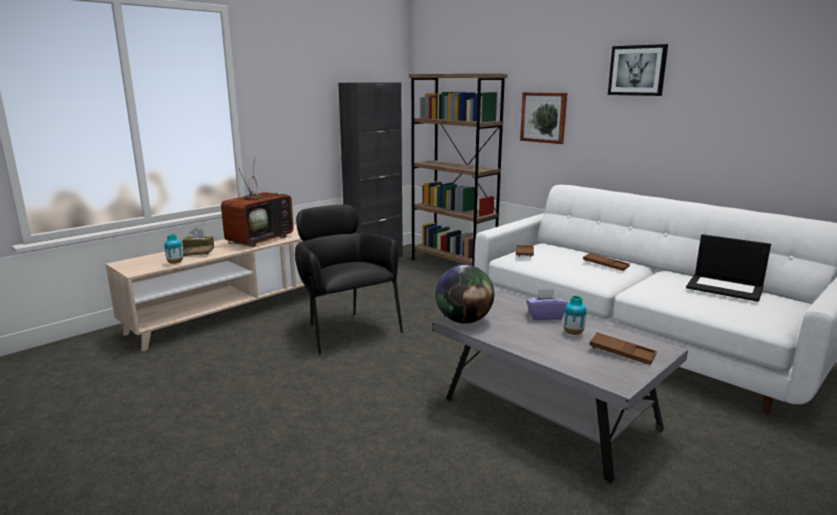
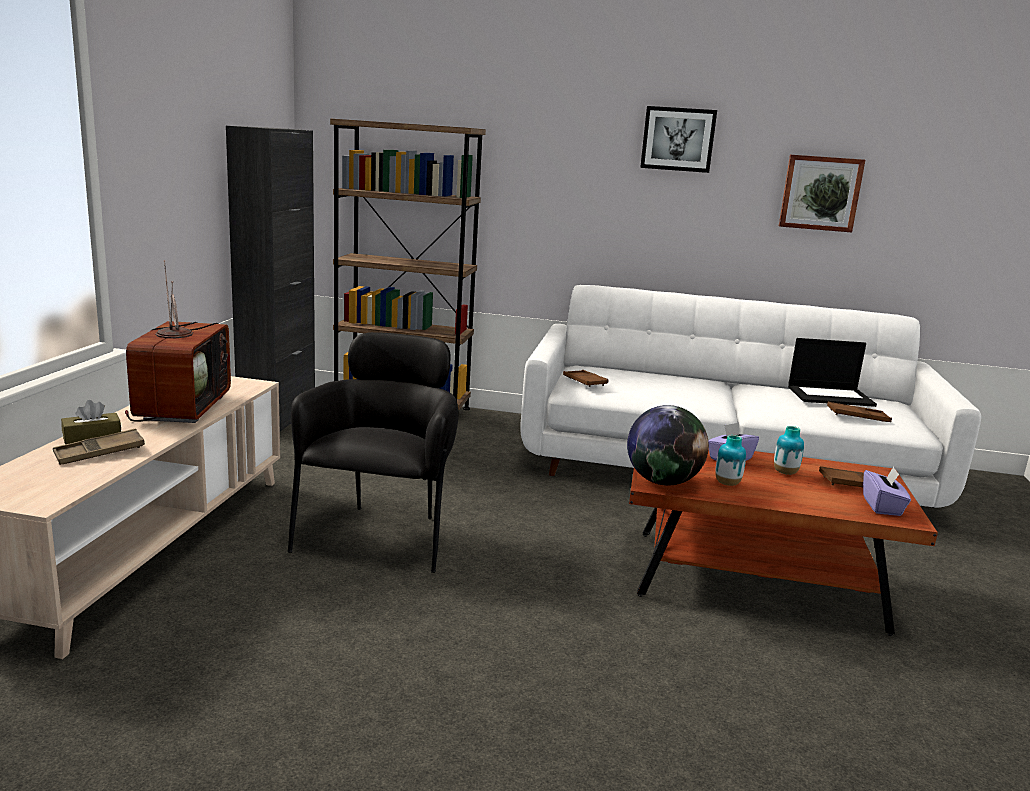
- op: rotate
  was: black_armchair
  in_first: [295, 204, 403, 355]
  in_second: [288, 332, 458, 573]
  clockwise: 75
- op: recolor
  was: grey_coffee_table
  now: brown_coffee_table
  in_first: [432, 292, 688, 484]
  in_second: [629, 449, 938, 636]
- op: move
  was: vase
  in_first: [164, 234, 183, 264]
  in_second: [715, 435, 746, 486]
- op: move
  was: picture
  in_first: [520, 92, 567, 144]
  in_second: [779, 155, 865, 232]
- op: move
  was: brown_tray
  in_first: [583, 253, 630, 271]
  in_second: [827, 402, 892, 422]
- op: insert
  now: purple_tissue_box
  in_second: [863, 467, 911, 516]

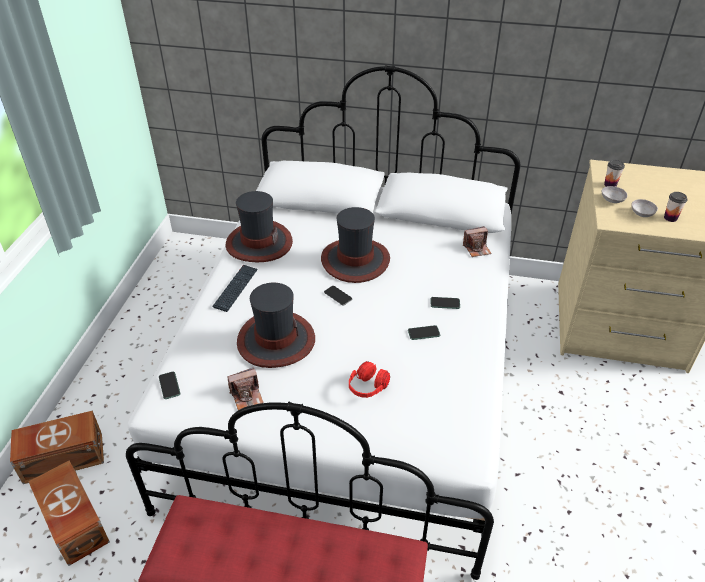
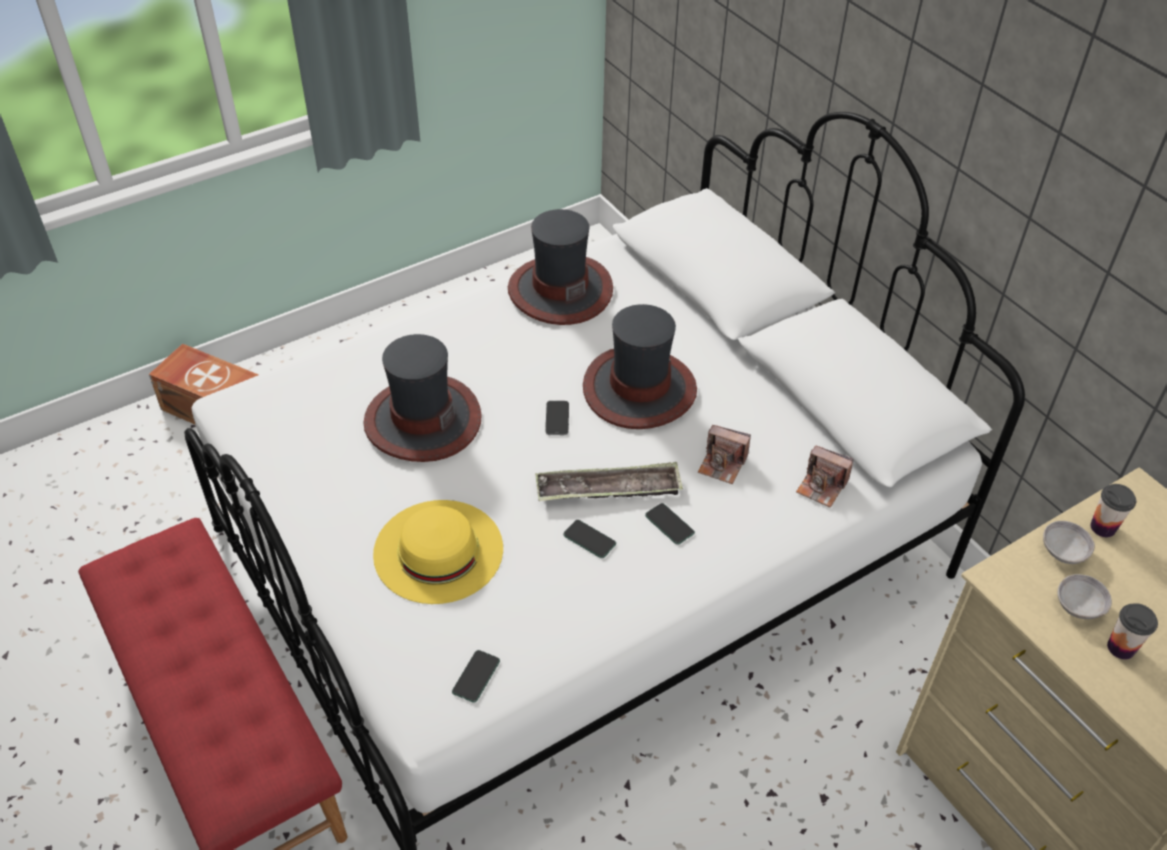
- op: replace
  was: red_headphones
  now: yellow_hat
  in_first: [349, 361, 390, 398]
  in_second: [373, 500, 503, 604]
- op: move
  was: phone
  in_first: [159, 372, 181, 399]
  in_second: [452, 650, 500, 703]
- op: insert
  now: tray
  in_second: [535, 462, 683, 501]
- op: move
  was: photo_camera
  in_first: [227, 367, 264, 410]
  in_second: [698, 425, 751, 484]
- op: delete
  was: brown_storage_box
  in_first: [28, 460, 110, 566]
- op: delete
  was: keyboard
  in_first: [212, 265, 258, 312]

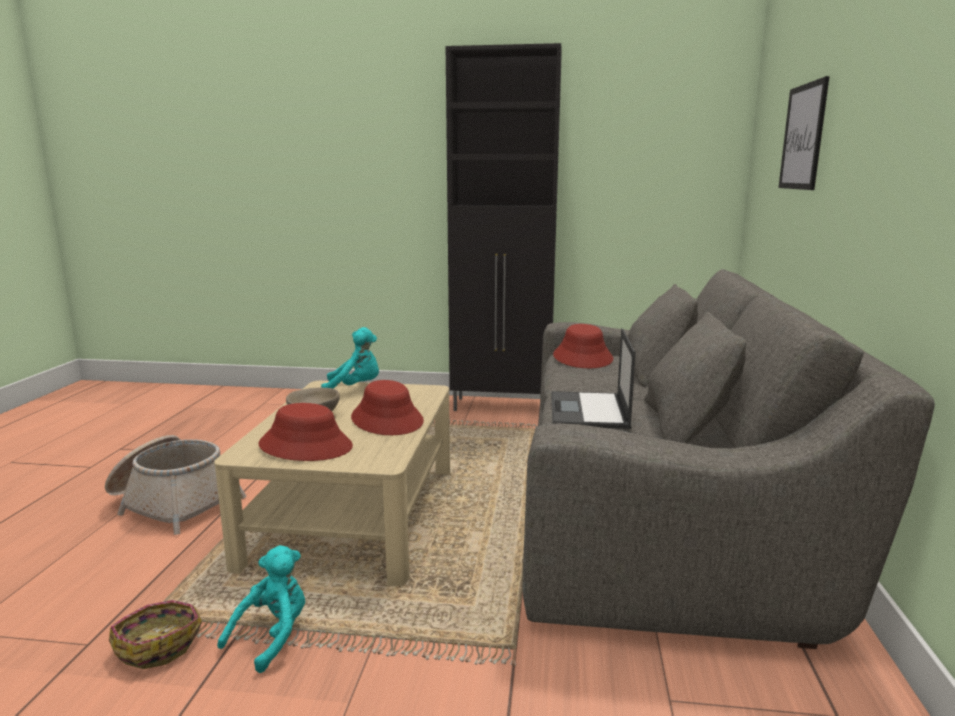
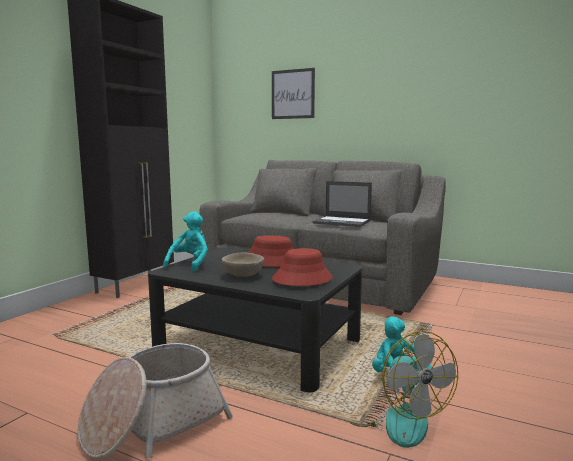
- op: recolor
  was: beige_coffee_table
  now: black_coffee_table
  in_first: [214, 381, 450, 586]
  in_second: [148, 248, 363, 392]
- op: replace
  was: basket
  now: fan
  in_first: [109, 600, 202, 669]
  in_second: [350, 331, 458, 448]
- op: delete
  was: red_hat
  in_first: [553, 324, 613, 368]

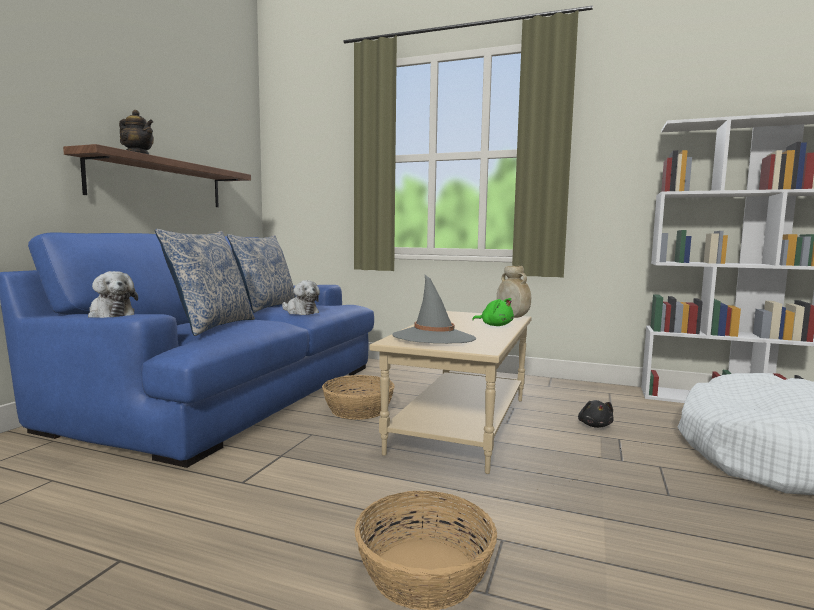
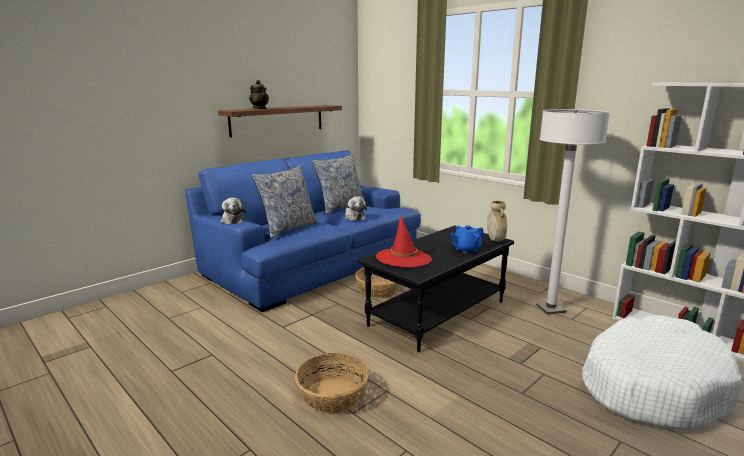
- op: recolor
  was: beige_coffee_table
  now: black_coffee_table
  in_first: [370, 311, 532, 474]
  in_second: [357, 225, 514, 352]
- op: recolor
  was: grey_hat
  now: red_hat
  in_first: [392, 275, 476, 344]
  in_second: [376, 216, 432, 268]
- op: replace
  was: green_plush_toy
  now: blue_teapot
  in_first: [472, 298, 514, 326]
  in_second: [450, 225, 484, 253]
- op: insert
  now: white_floor_lamp
  in_second: [536, 109, 610, 315]
- op: delete
  was: black_plush_toy
  in_first: [578, 400, 614, 428]

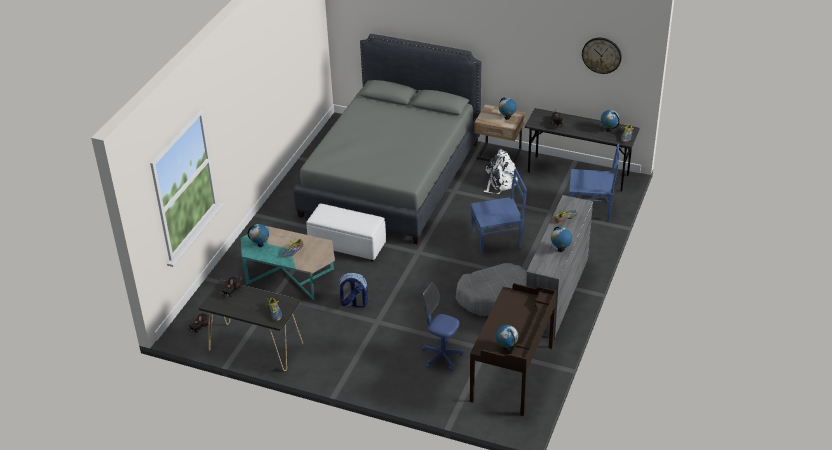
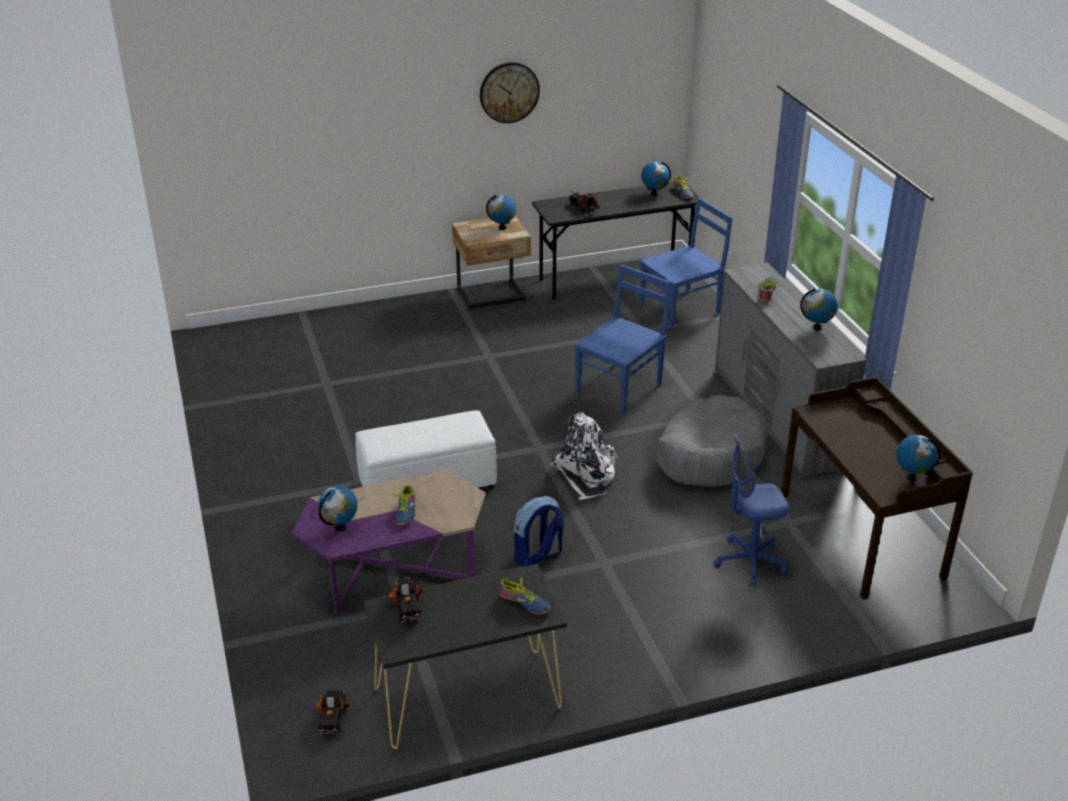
- op: recolor
  was: turquoise_coffee_table
  now: purple_coffee_table
  in_first: [241, 226, 335, 300]
  in_second: [292, 470, 485, 613]
- op: move
  was: wall_clock
  in_first: [582, 38, 622, 74]
  in_second: [480, 62, 540, 123]
- op: move
  was: white_backpack
  in_first: [484, 149, 518, 194]
  in_second: [551, 412, 618, 500]
- op: delete
  was: grey_bed
  in_first: [293, 34, 482, 245]

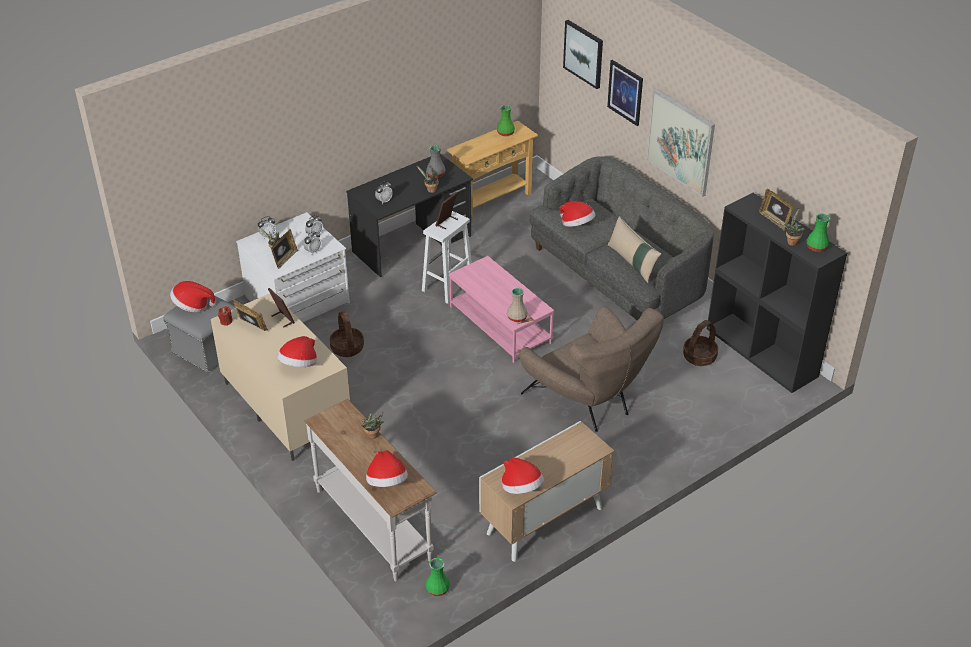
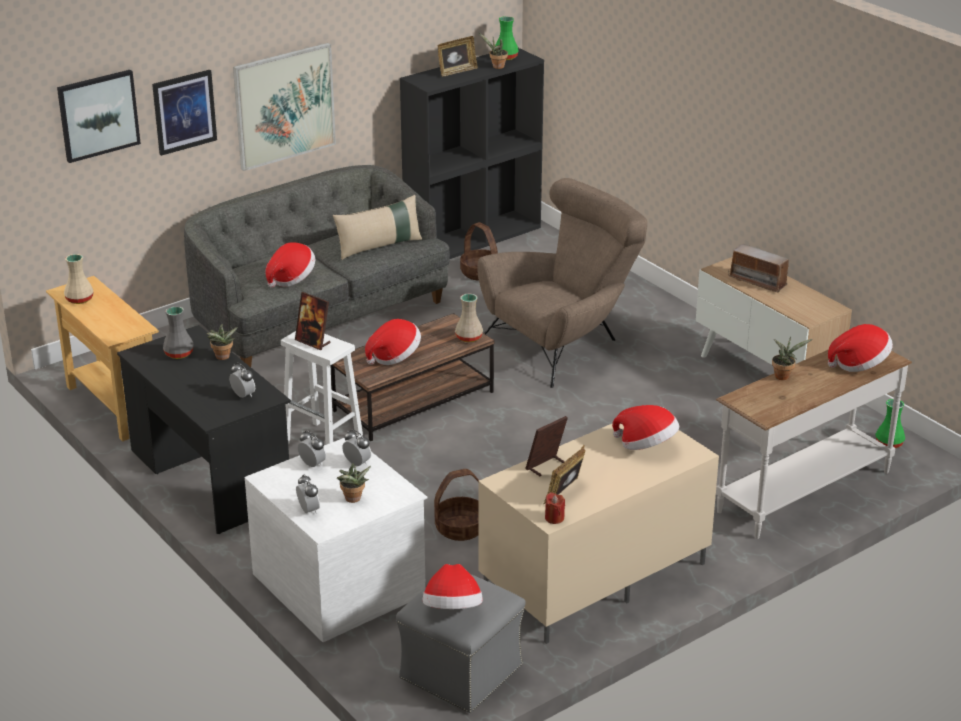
- op: recolor
  was: green_vase
  now: beige_vase
  in_first: [497, 105, 515, 136]
  in_second: [64, 254, 94, 304]
- op: recolor
  was: pink_coffee_table
  now: brown_coffee_table
  in_first: [449, 256, 554, 363]
  in_second: [331, 313, 495, 441]
- op: move
  was: hat
  in_first: [502, 457, 544, 494]
  in_second: [365, 319, 421, 365]
- op: insert
  now: radio
  in_second: [728, 244, 792, 293]
- op: delete
  was: picture_frame
  in_first: [271, 229, 298, 269]

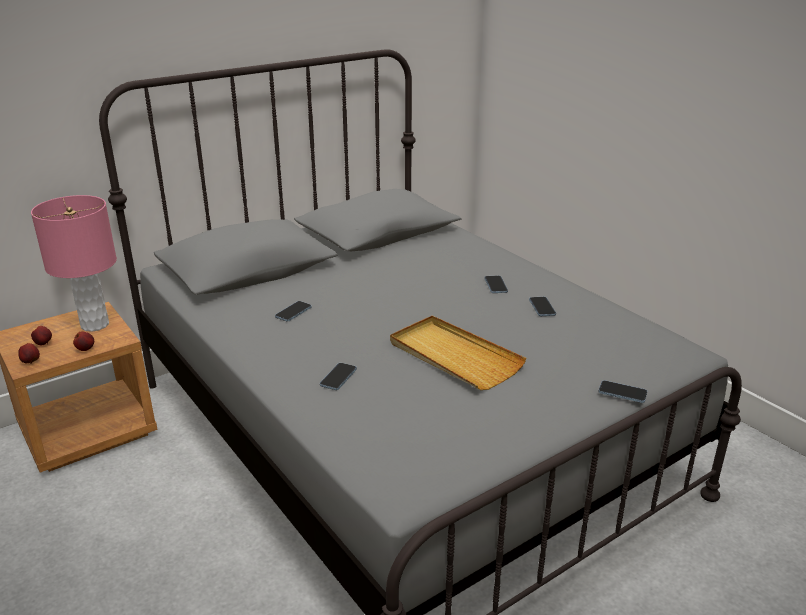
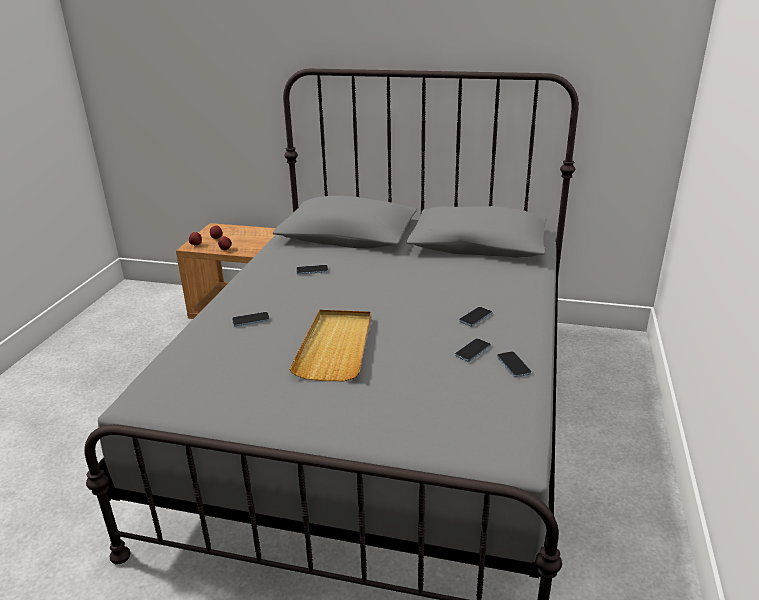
- op: move
  was: phone
  in_first: [599, 380, 647, 403]
  in_second: [497, 351, 532, 377]
- op: delete
  was: pink_table_lamp
  in_first: [31, 195, 117, 332]

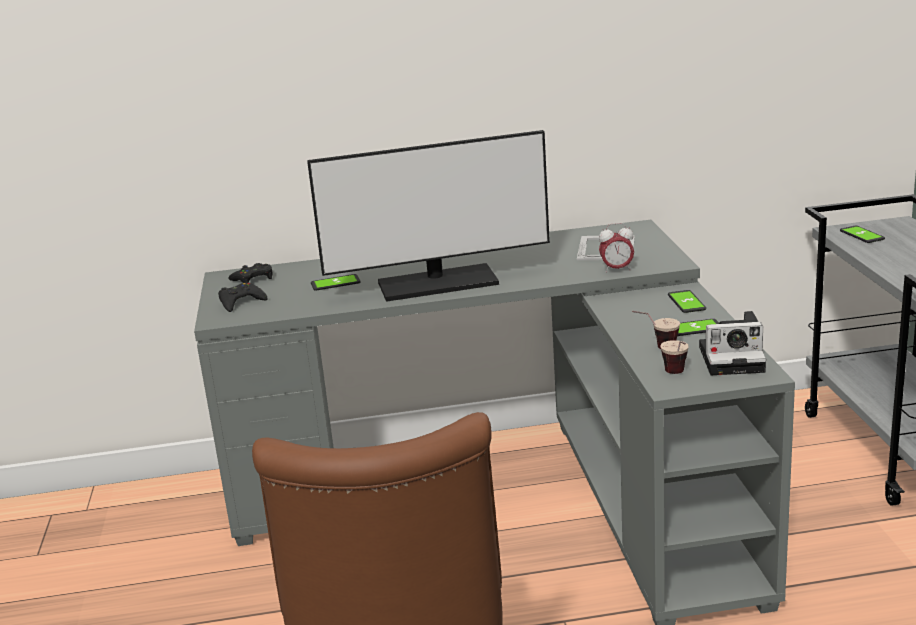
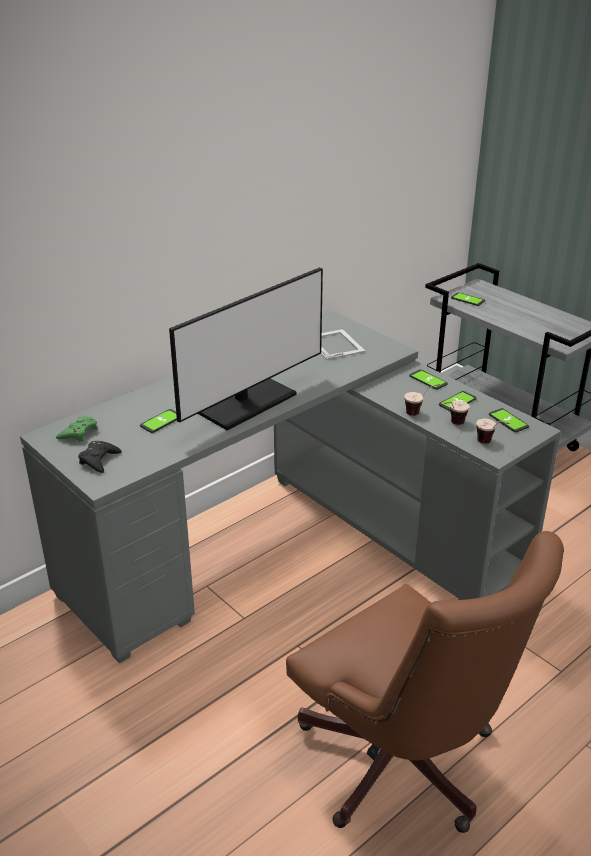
- op: recolor
  was: black_game_controller
  now: green_game_controller
  in_first: [228, 263, 272, 283]
  in_second: [56, 416, 98, 441]
- op: insert
  now: cup
  in_second: [404, 384, 440, 416]
- op: replace
  was: photo_camera
  now: phone
  in_first: [699, 311, 766, 375]
  in_second: [489, 408, 529, 432]
- op: delete
  was: alarm_clock
  in_first: [599, 223, 634, 273]

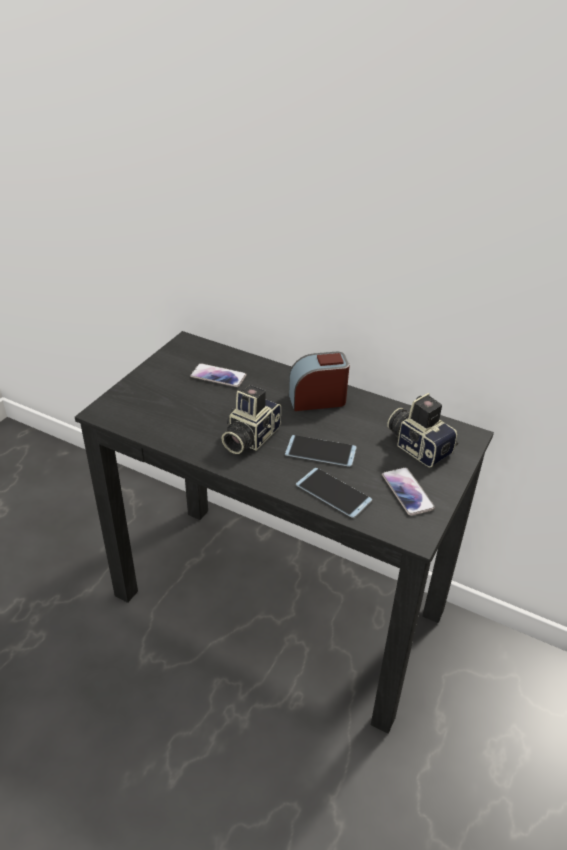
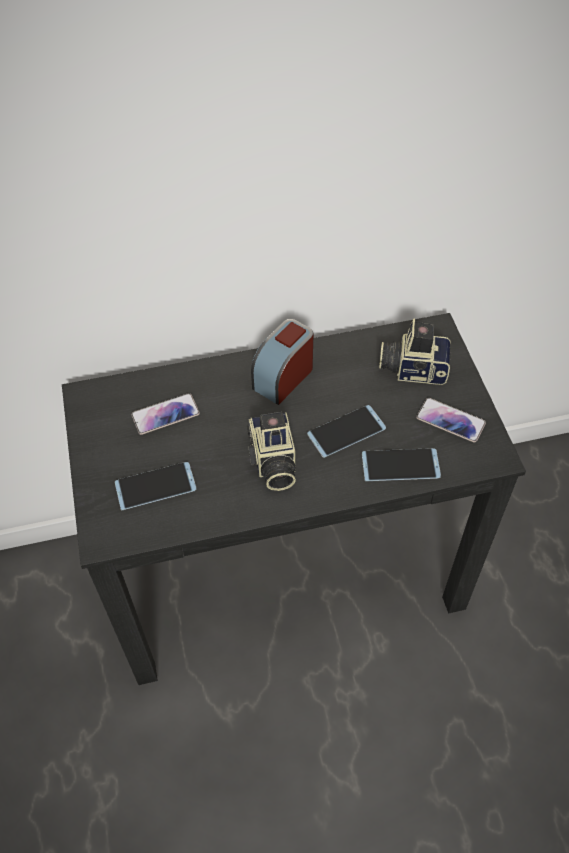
- op: insert
  now: phone
  in_second: [115, 462, 196, 511]

